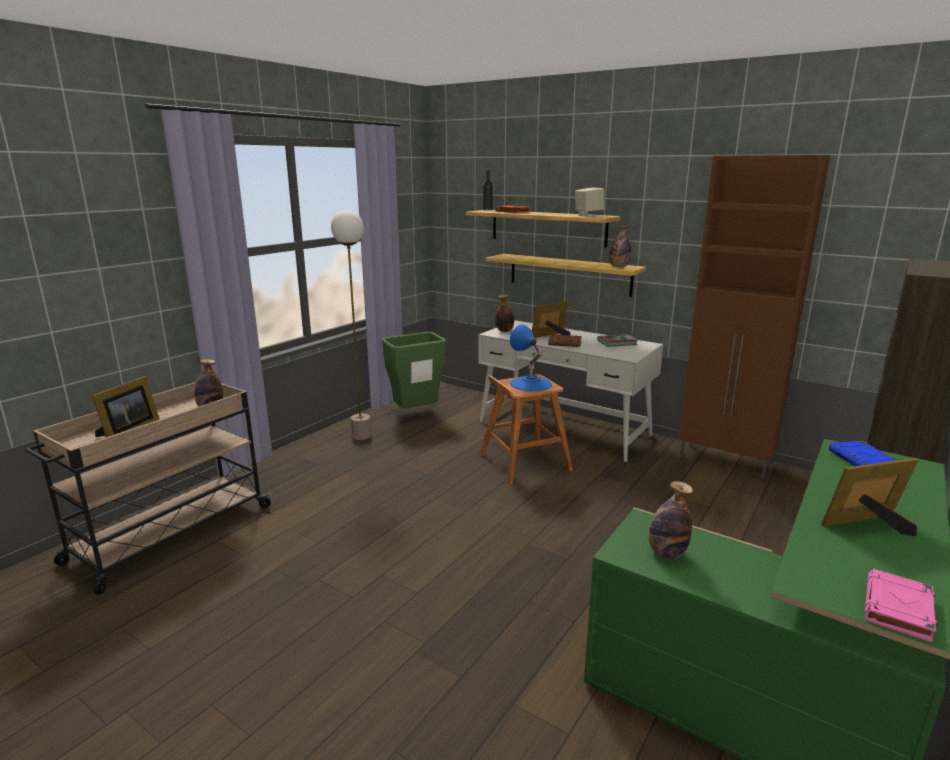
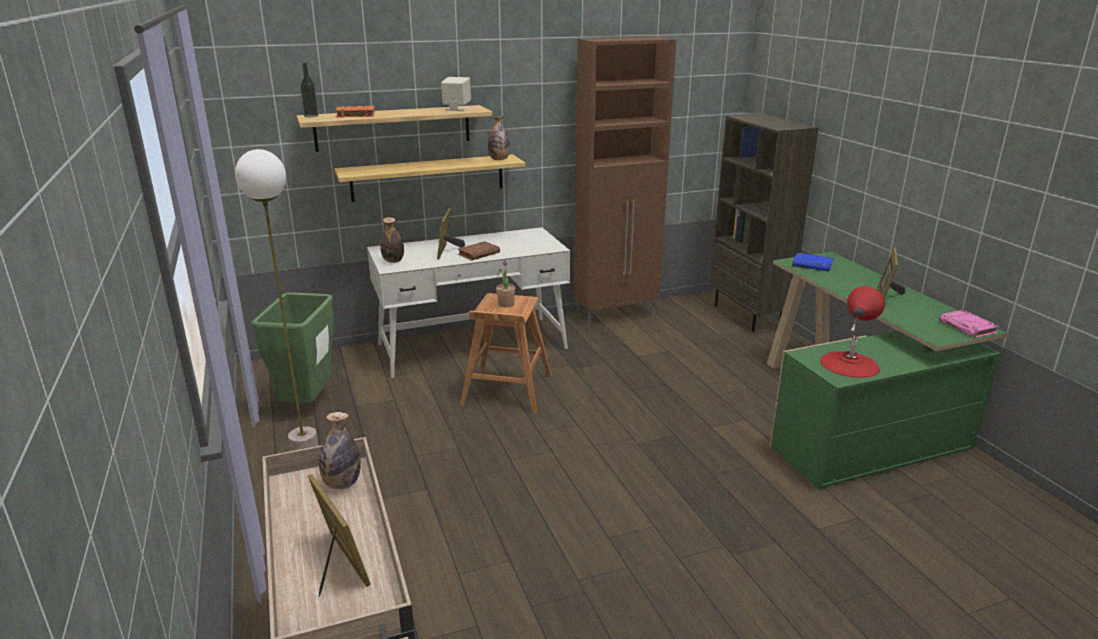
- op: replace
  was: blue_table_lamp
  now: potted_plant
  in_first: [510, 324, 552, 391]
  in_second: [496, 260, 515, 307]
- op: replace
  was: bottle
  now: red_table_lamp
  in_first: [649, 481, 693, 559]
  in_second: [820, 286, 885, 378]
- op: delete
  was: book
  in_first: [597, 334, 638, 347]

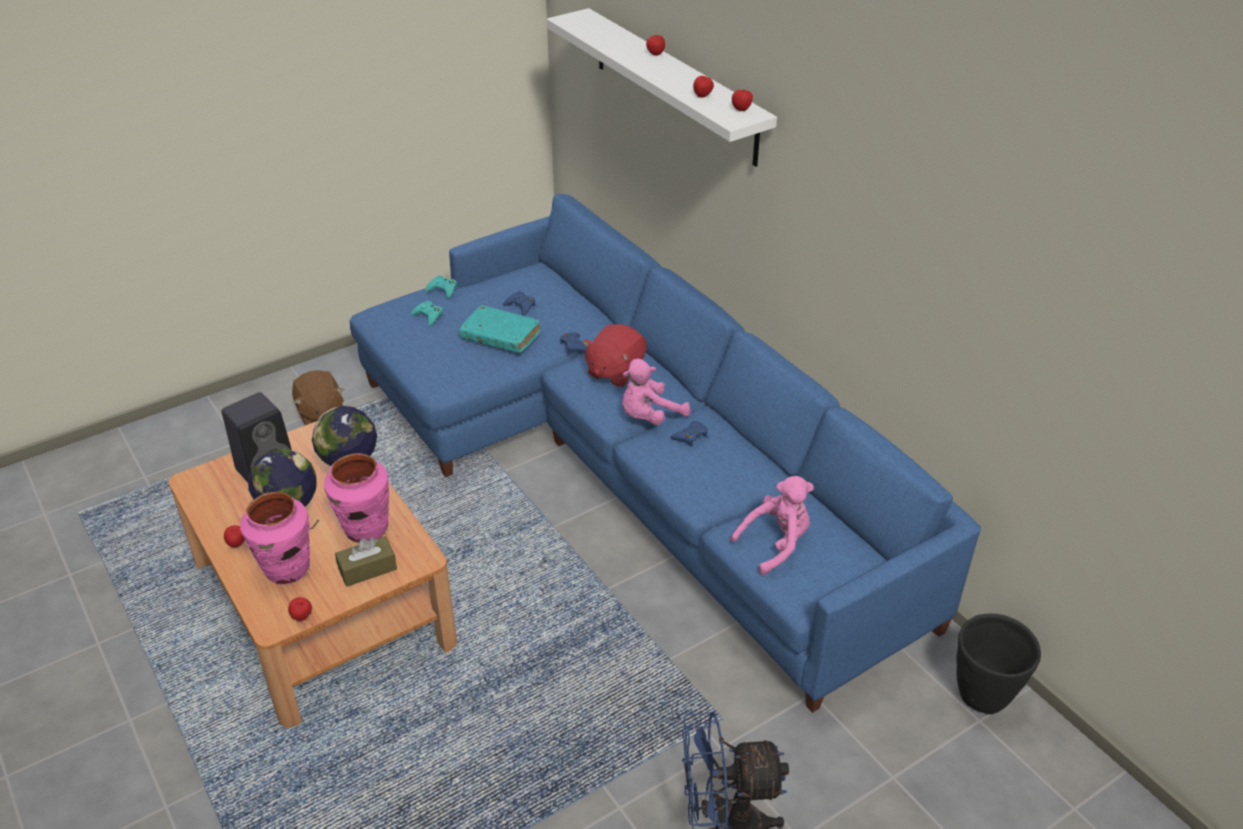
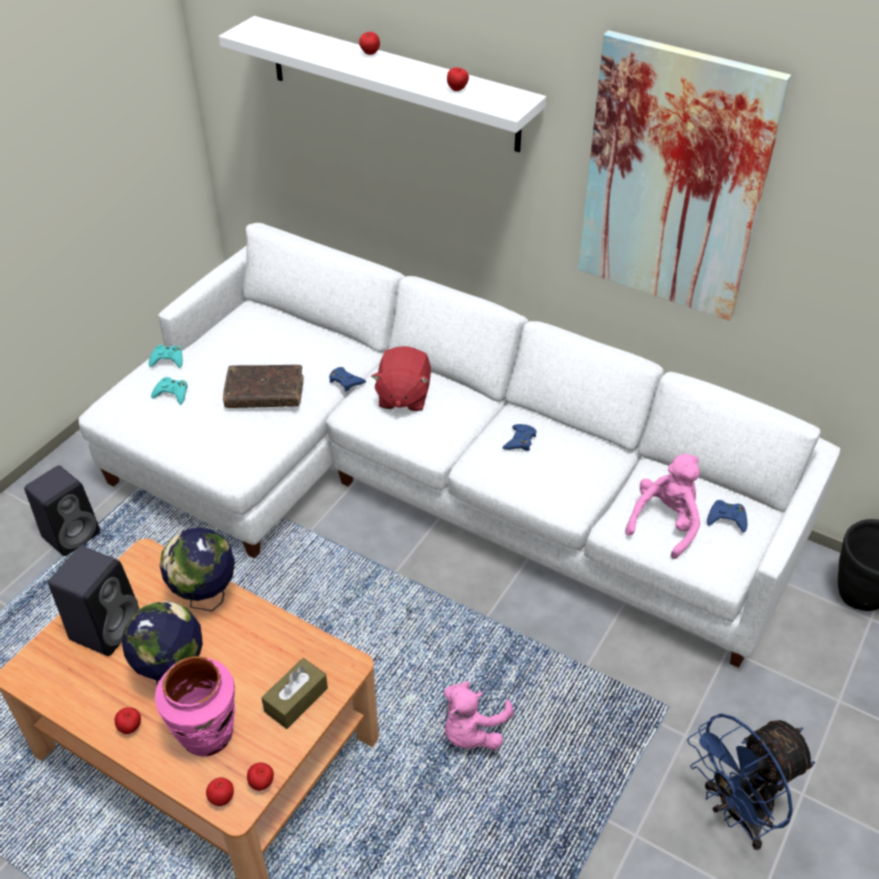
- op: replace
  was: brown_plush_toy
  now: black_speaker
  in_first: [292, 370, 344, 425]
  in_second: [24, 465, 100, 556]
- op: recolor
  was: blue_sofa
  now: white_sofa
  in_first: [350, 194, 981, 713]
  in_second: [78, 223, 840, 668]
- op: move
  was: apple
  in_first: [732, 89, 753, 111]
  in_second: [206, 777, 234, 806]
- op: recolor
  was: turquoise_book
  now: brown_book
  in_first: [459, 305, 541, 353]
  in_second: [223, 365, 303, 408]
- op: move
  was: pink_plush_toy
  in_first: [622, 359, 690, 425]
  in_second: [444, 681, 514, 750]
- op: insert
  now: picture
  in_second: [578, 30, 791, 321]
- op: move
  was: blue_game_controller
  in_first: [503, 291, 535, 316]
  in_second: [707, 500, 747, 533]
- op: delete
  was: pink_vase
  in_first: [324, 453, 389, 543]

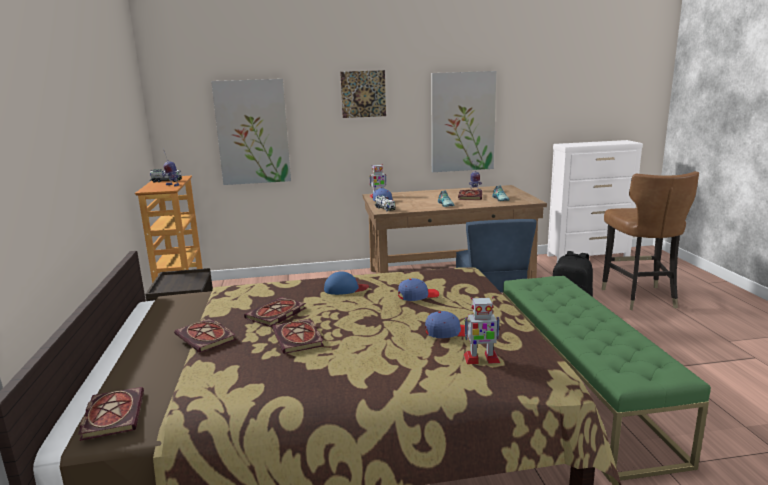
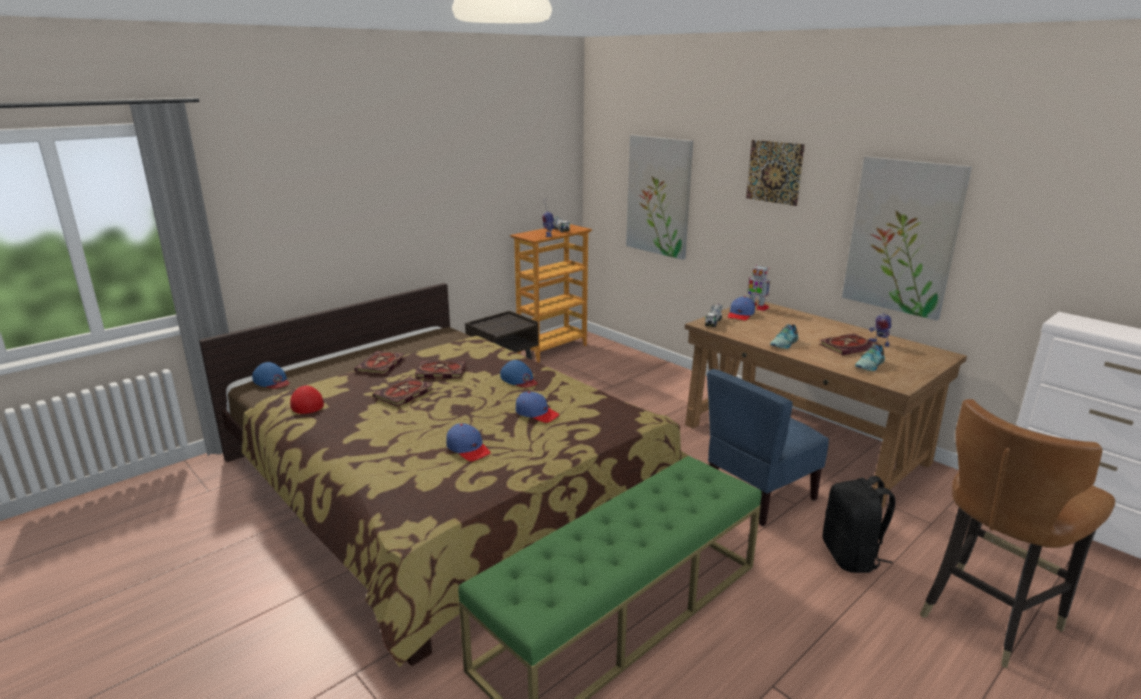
- op: replace
  was: book
  now: blue_cap
  in_first: [78, 387, 144, 441]
  in_second: [252, 362, 290, 389]
- op: insert
  now: red_cap
  in_second: [290, 386, 324, 414]
- op: delete
  was: toy_robot
  in_first: [464, 297, 500, 364]

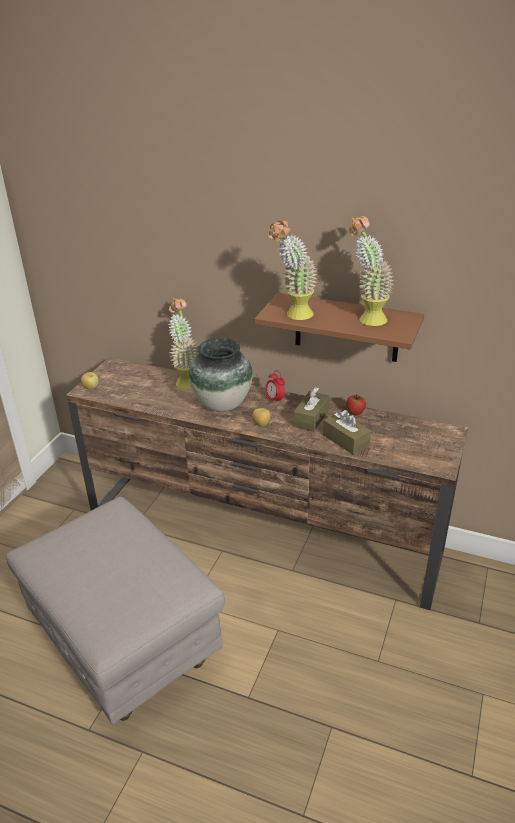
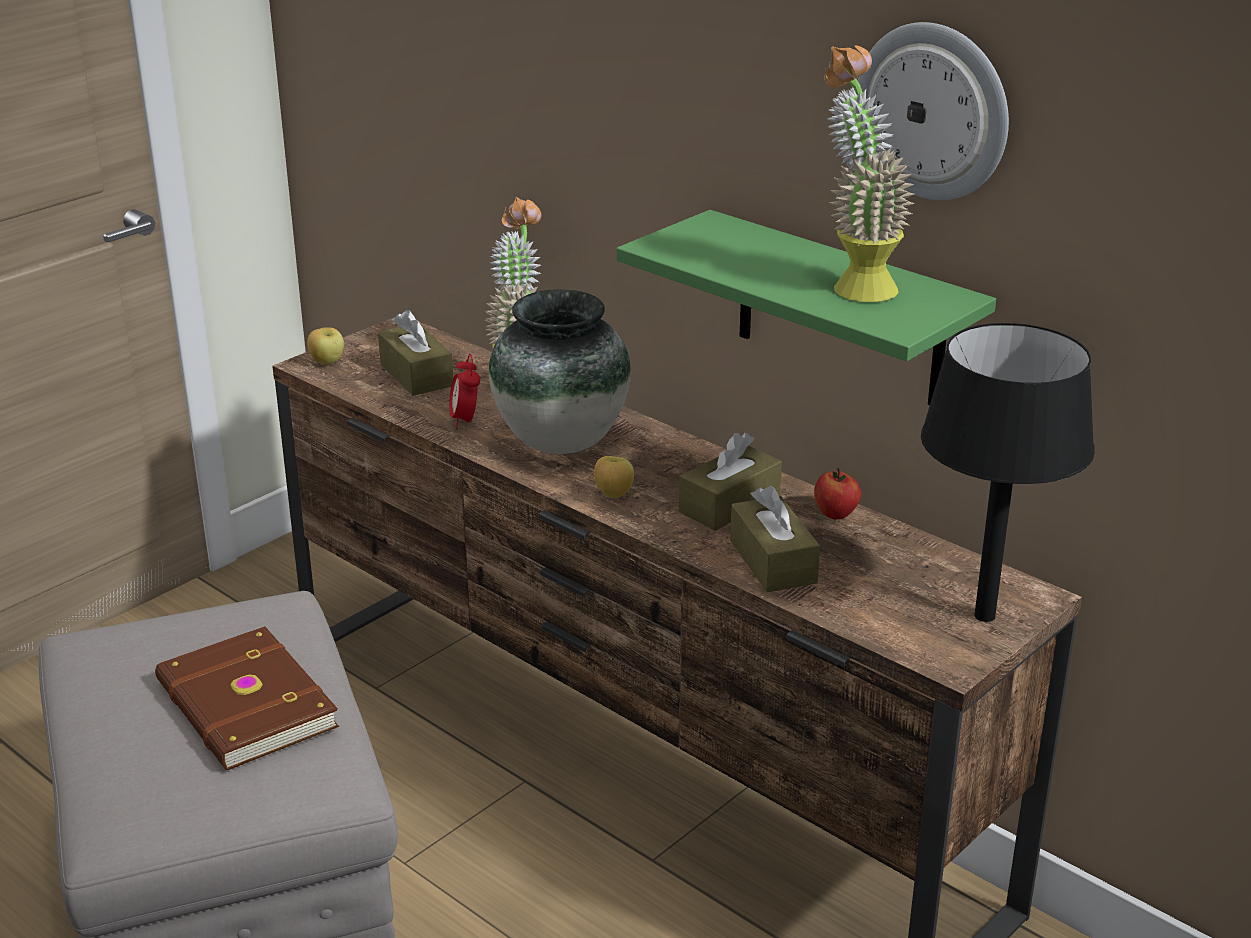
- op: insert
  now: brown_book
  in_second: [155, 626, 340, 770]
- op: insert
  now: brown_tissue_box
  in_second: [378, 310, 453, 396]
- op: move
  was: alarm_clock
  in_first: [265, 370, 285, 405]
  in_second: [449, 354, 480, 429]
- op: recolor
  was: brown_shelf
  now: green_shelf
  in_first: [255, 293, 424, 362]
  in_second: [616, 210, 996, 405]
- op: insert
  now: wall_clock
  in_second: [857, 22, 1009, 200]
- op: insert
  now: black_table_lamp
  in_second: [921, 323, 1095, 622]
- op: delete
  was: potted_plant
  in_first: [269, 220, 318, 320]

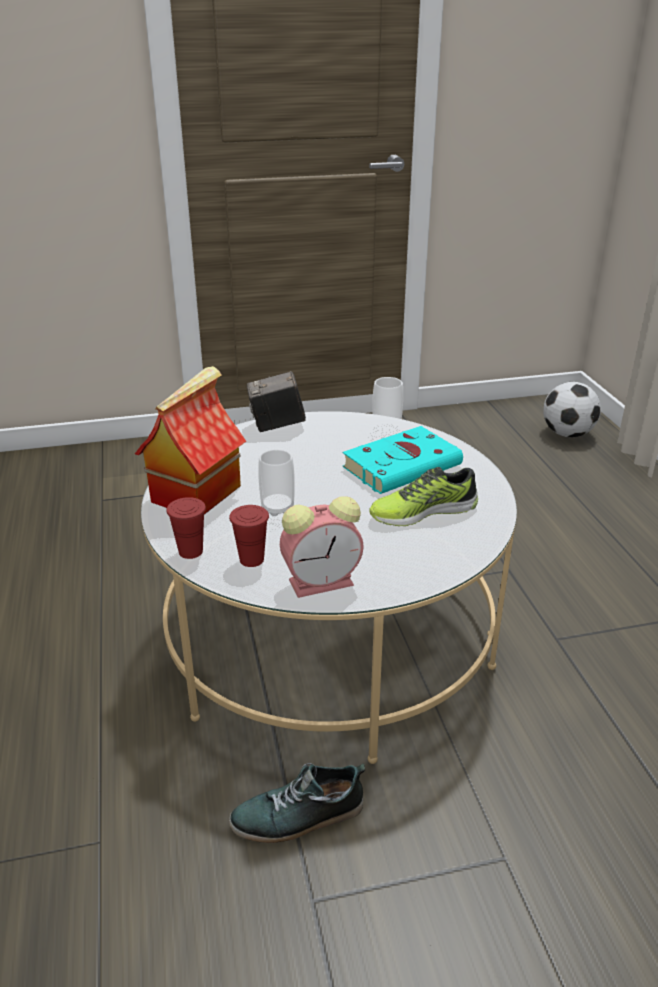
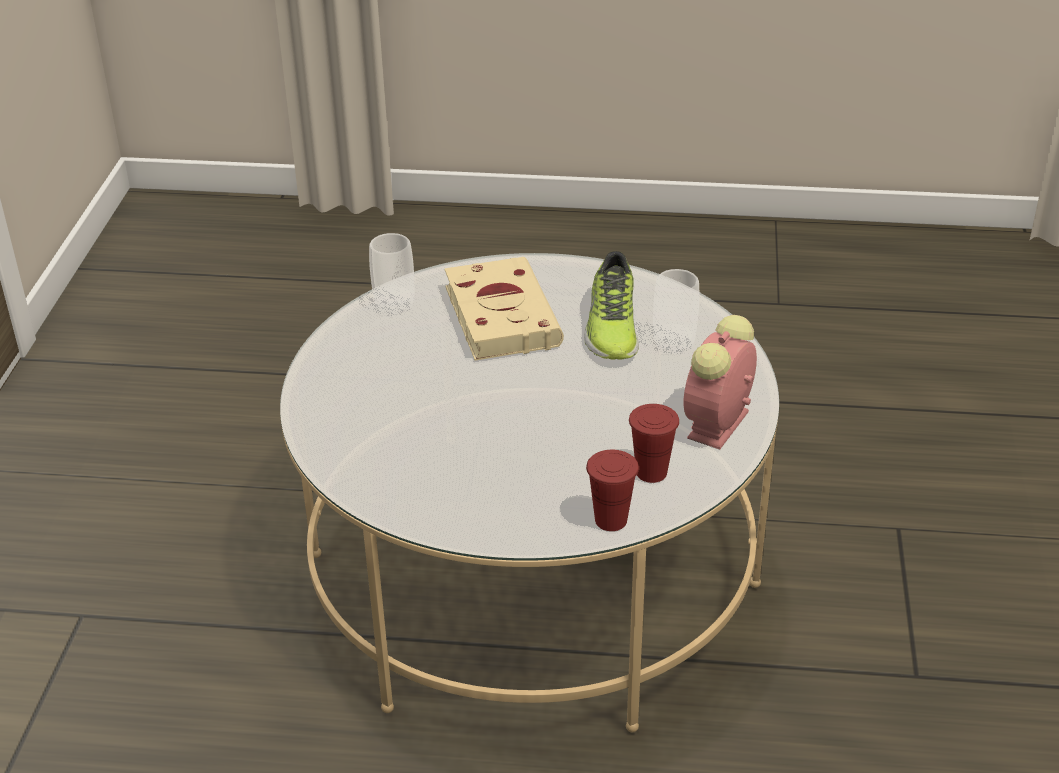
- op: recolor
  was: turquoise_book
  now: beige_book
  in_first: [342, 426, 463, 494]
  in_second: [444, 257, 564, 360]
- op: move
  was: cup
  in_first: [258, 449, 295, 516]
  in_second: [653, 269, 699, 353]
- op: rotate
  was: alarm_clock
  in_first: [280, 496, 364, 598]
  in_second: [684, 315, 757, 449]
  clockwise: -150
- op: delete
  was: toy_house
  in_first: [135, 366, 246, 515]
- op: delete
  was: shoe
  in_first: [229, 763, 365, 843]
- op: delete
  was: photo_camera
  in_first: [247, 371, 306, 432]
- op: delete
  was: football
  in_first: [543, 382, 601, 437]

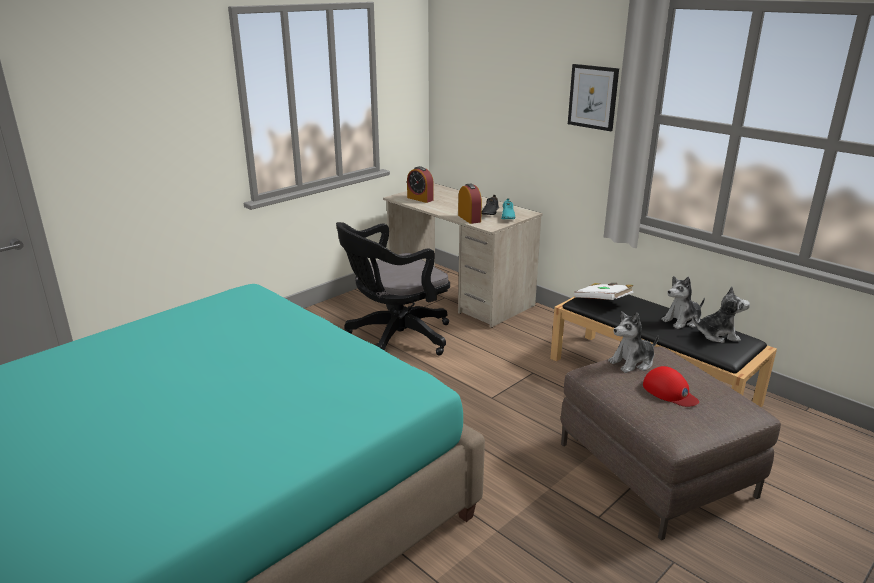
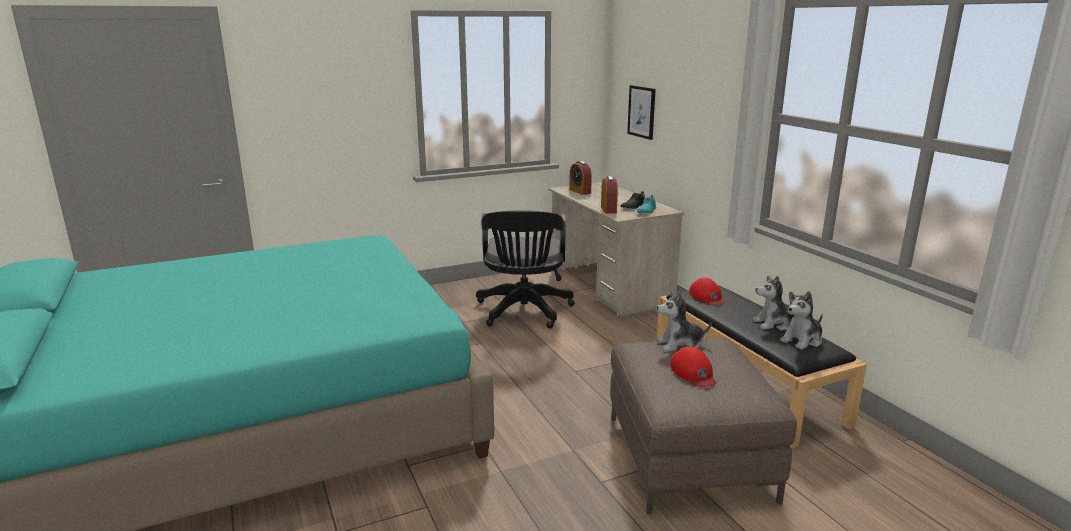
- op: rotate
  was: black_office_chair
  in_first: [336, 222, 450, 356]
  in_second: [476, 210, 575, 329]
  clockwise: -75
- op: move
  was: picture
  in_first: [568, 64, 619, 131]
  in_second: [627, 85, 656, 140]
- op: replace
  was: white_book
  now: red_cap
  in_first: [574, 283, 634, 300]
  in_second: [689, 278, 725, 305]
- op: rotate
  was: plush_toy
  in_first: [693, 287, 750, 343]
  in_second: [780, 291, 823, 350]
  clockwise: 120

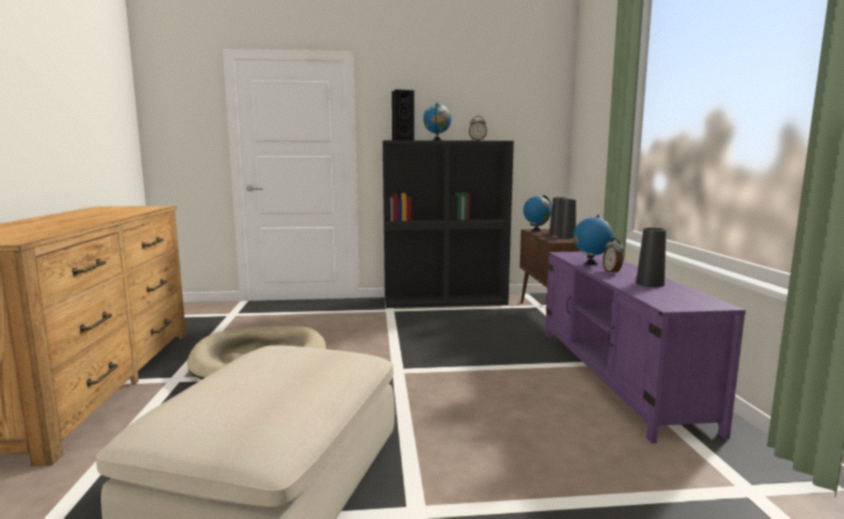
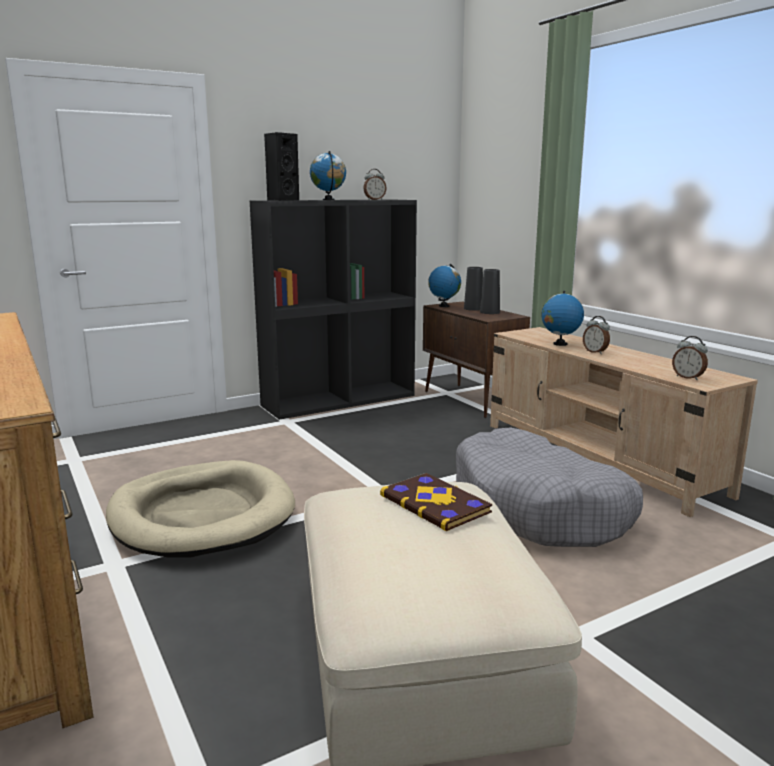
- op: insert
  now: book
  in_second: [380, 473, 492, 531]
- op: insert
  now: grey_dog_bed
  in_second: [456, 427, 643, 547]
- op: recolor
  was: purple_tv_stand
  now: beige_tv_stand
  in_first: [545, 251, 746, 443]
  in_second: [490, 327, 758, 517]
- op: insert
  now: alarm_clock
  in_second: [672, 336, 708, 380]
- op: delete
  was: black_vase
  in_first: [636, 227, 666, 287]

